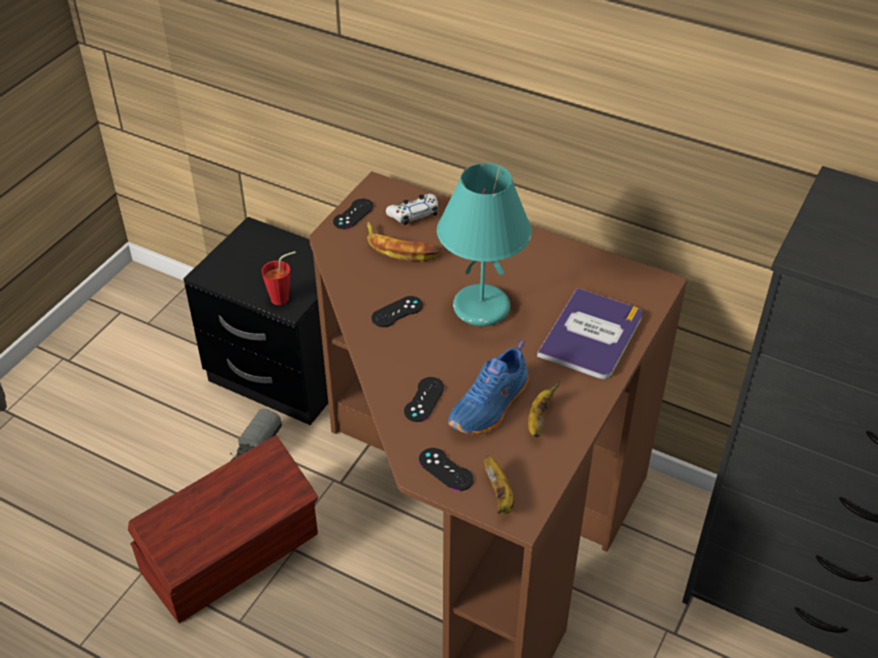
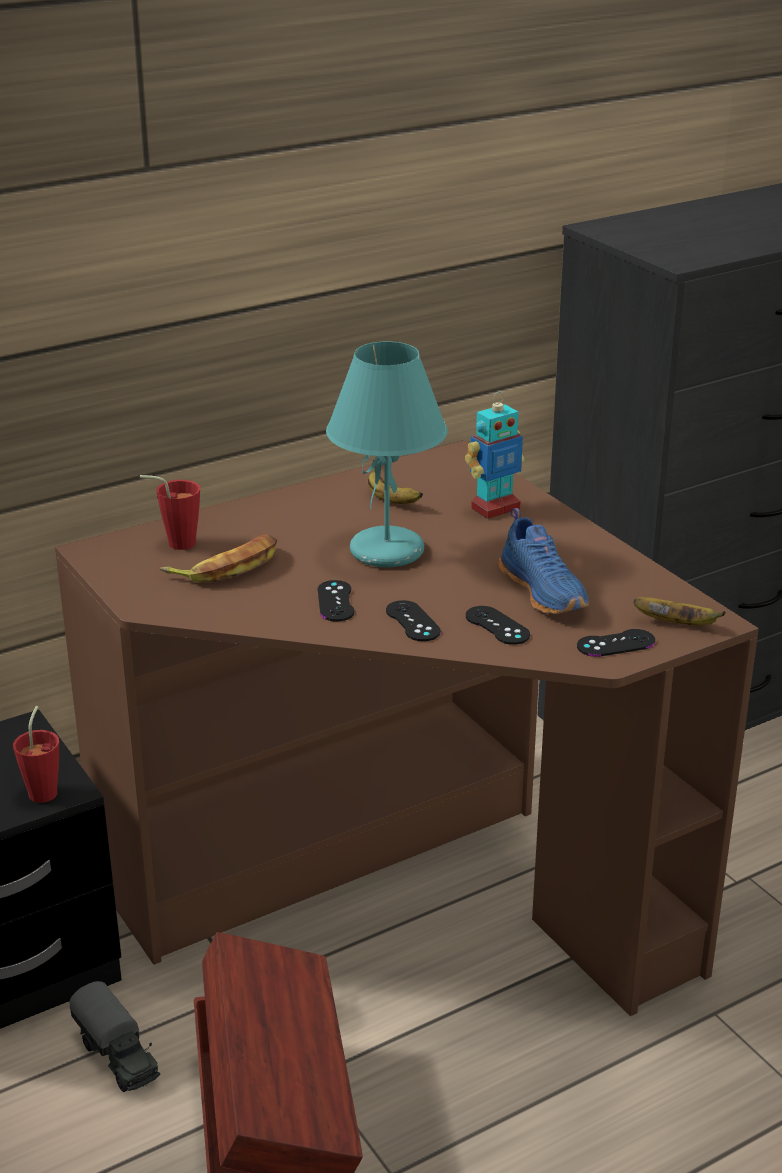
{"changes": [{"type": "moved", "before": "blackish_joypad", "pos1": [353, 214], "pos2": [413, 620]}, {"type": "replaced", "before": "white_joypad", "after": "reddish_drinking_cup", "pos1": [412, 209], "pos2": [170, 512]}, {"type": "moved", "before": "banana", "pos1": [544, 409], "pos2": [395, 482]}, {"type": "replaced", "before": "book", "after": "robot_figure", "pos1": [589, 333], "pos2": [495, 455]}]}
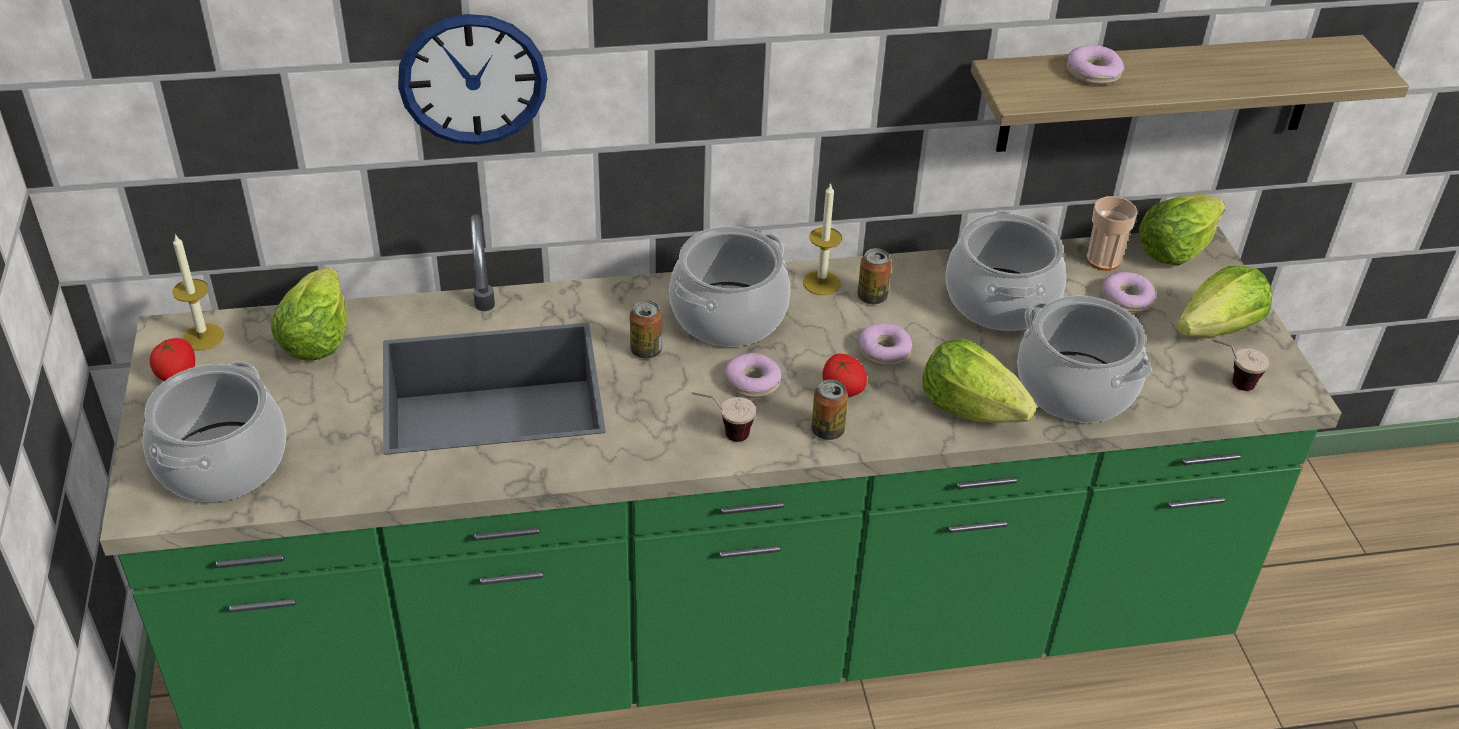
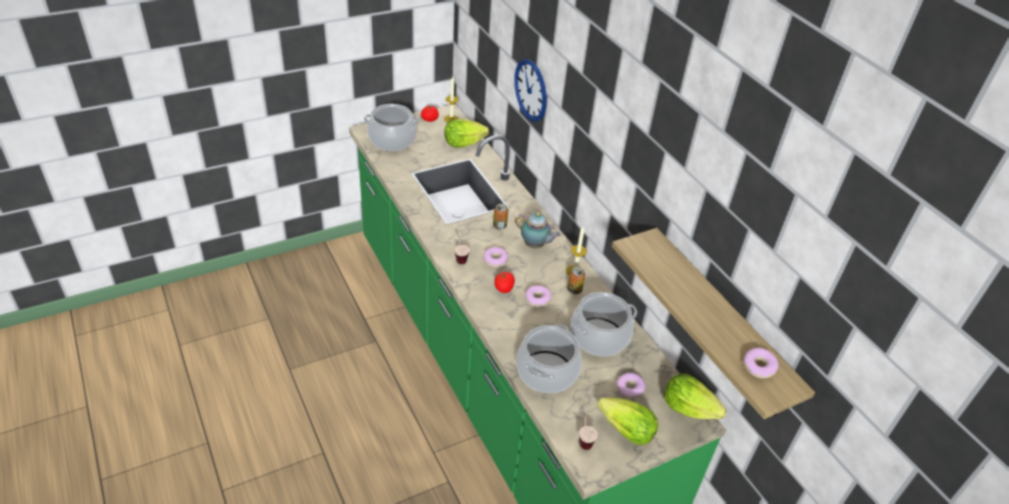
{"changes": [{"type": "replaced", "before": "saucepot", "after": "tea_pot", "pos1": [729, 286], "pos2": [538, 230]}, {"type": "removed", "before": "can", "pos1": [829, 409]}, {"type": "removed", "before": "head_of_lettuce", "pos1": [979, 381]}, {"type": "moved", "before": "doughnut", "pos1": [1095, 64], "pos2": [761, 363]}, {"type": "removed", "before": "drinking_cup", "pos1": [1112, 233]}]}
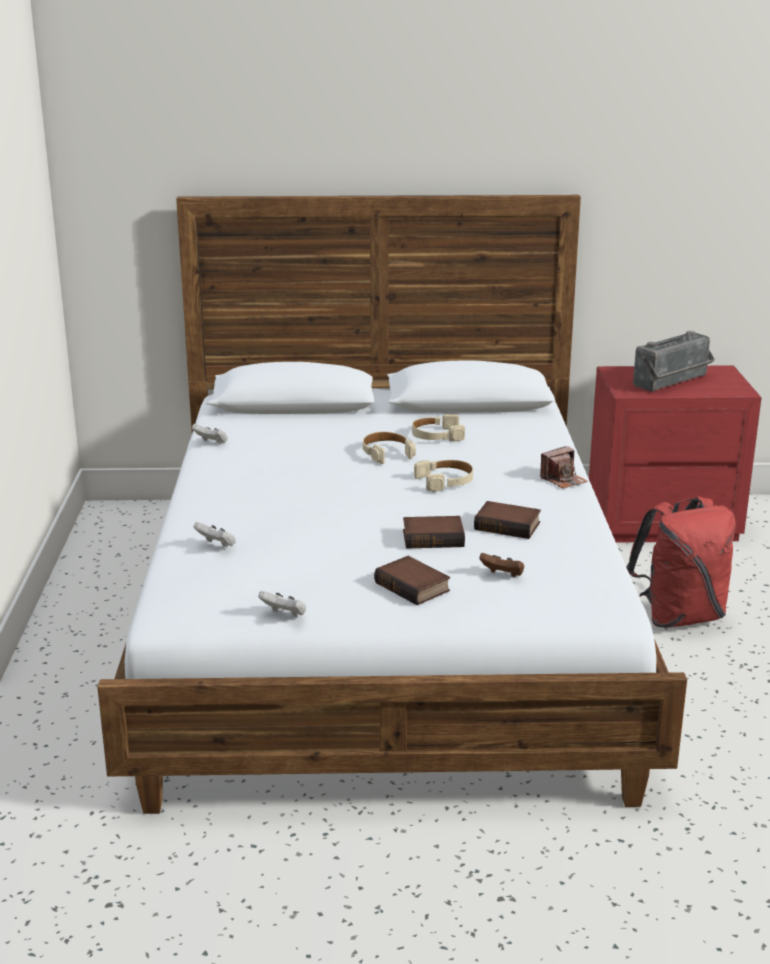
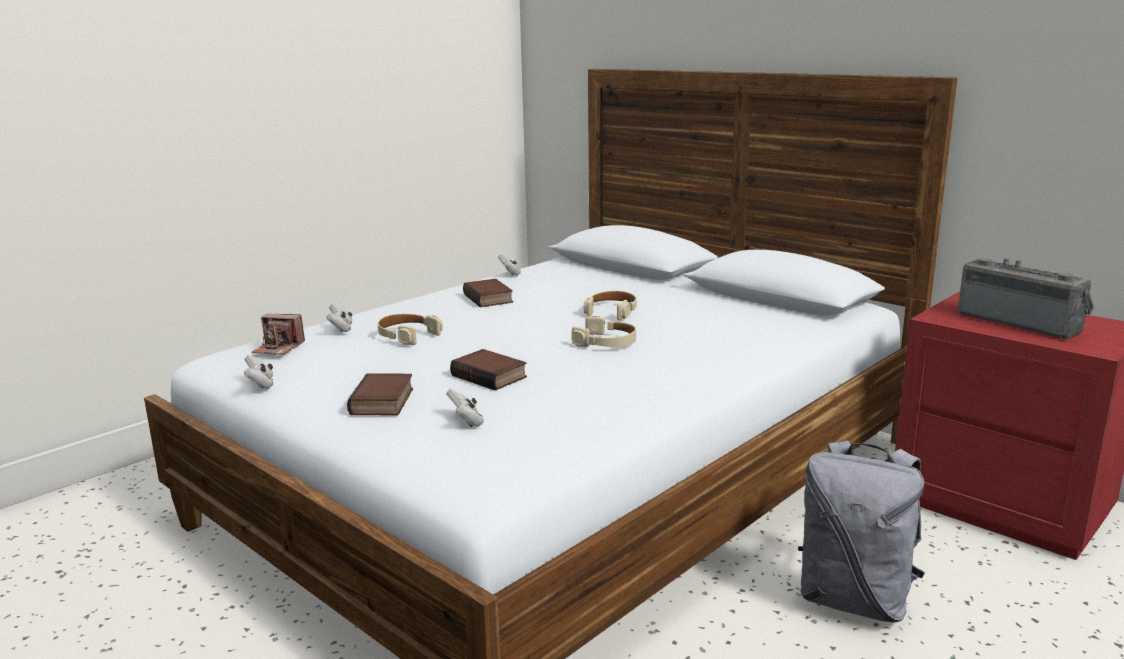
{"changes": [{"type": "moved", "before": "beige-coloured_headphones", "pos1": [438, 427], "pos2": [410, 329]}, {"type": "moved", "before": "book", "pos1": [507, 520], "pos2": [488, 293]}, {"type": "recoloured", "before": "brown-coloured_joypad", "after": "white_joypad", "pos1": [502, 565], "pos2": [465, 408]}, {"type": "moved", "before": "still_camera", "pos1": [564, 467], "pos2": [278, 334]}, {"type": "recoloured", "before": "reddish_knapsack", "after": "greyish_knapsack", "pos1": [681, 562], "pos2": [861, 532]}, {"type": "turned", "before": "radio_set", "pos1": [674, 361], "pos2": [1026, 298], "turn": -135}]}
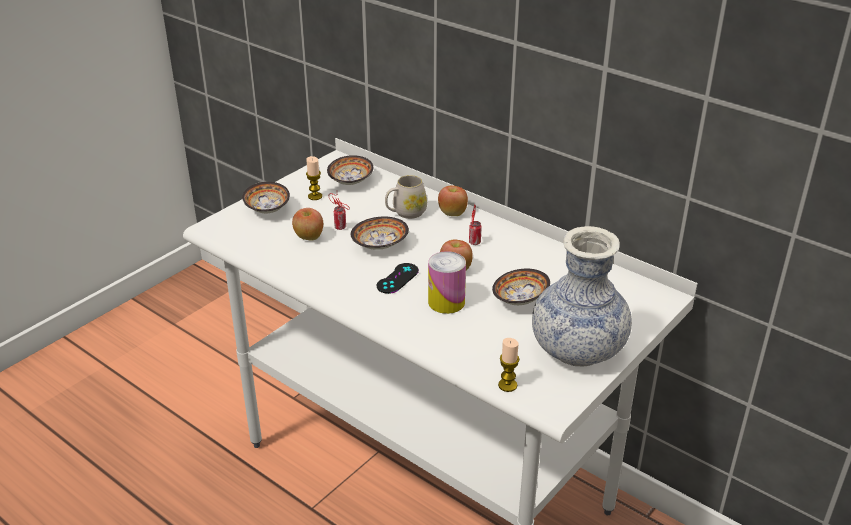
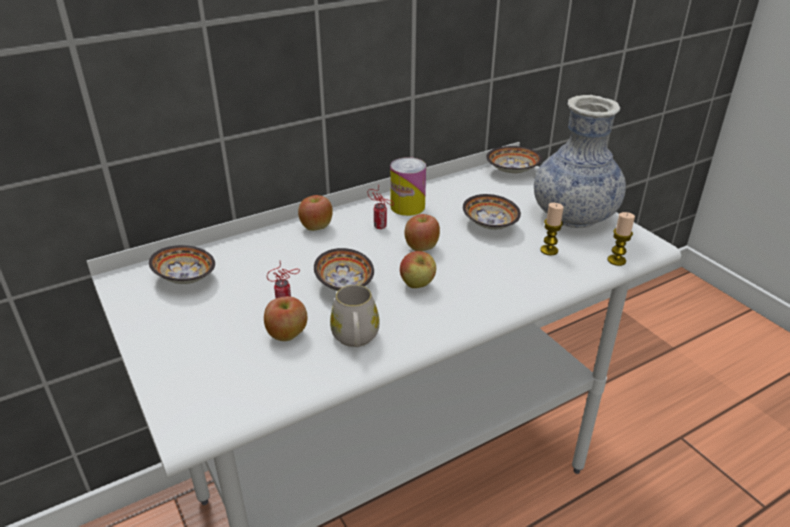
{"changes": [{"type": "moved", "before": "deep_dish", "pos1": [266, 197], "pos2": [514, 159]}, {"type": "moved", "before": "wax_candle", "pos1": [314, 178], "pos2": [552, 229]}, {"type": "replaced", "before": "blackish_joypad", "after": "apple", "pos1": [398, 278], "pos2": [418, 269]}, {"type": "moved", "before": "white_tea_mug", "pos1": [406, 197], "pos2": [355, 316]}, {"type": "moved", "before": "can", "pos1": [447, 282], "pos2": [408, 186]}]}
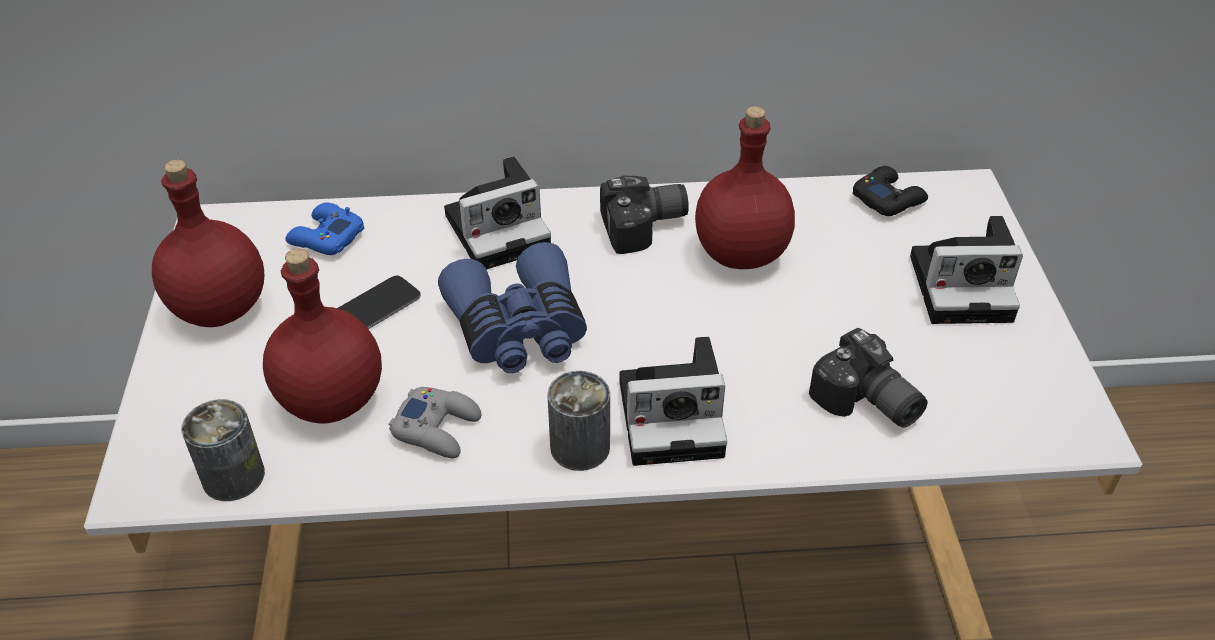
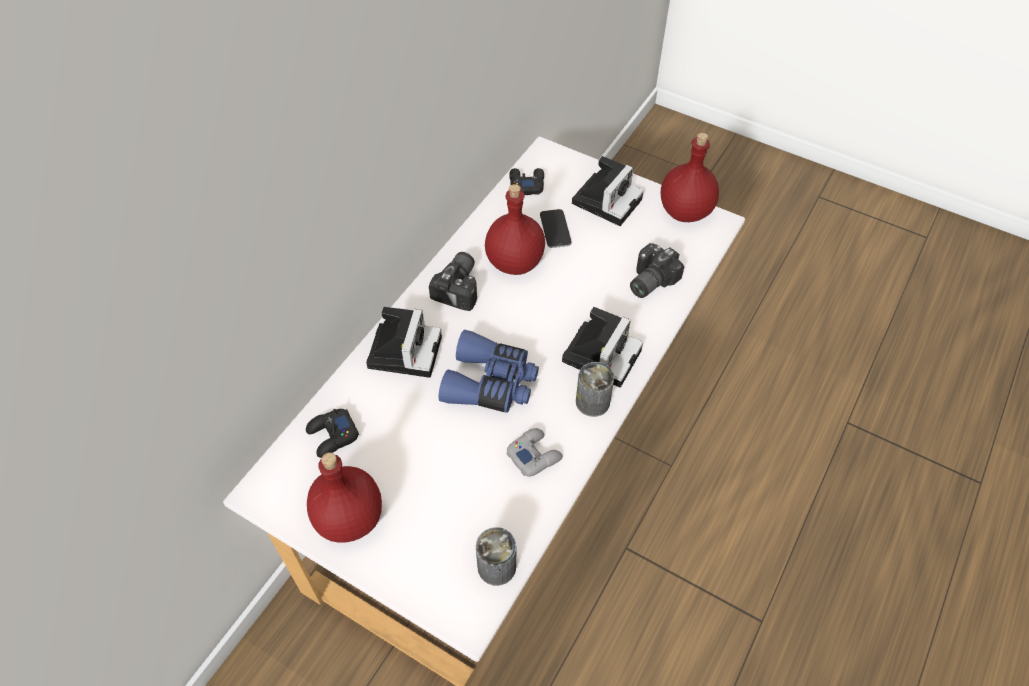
{"changes": [{"type": "moved", "before": "reddish_drink_bottle", "pos1": [322, 336], "pos2": [690, 177]}, {"type": "recoloured", "before": "bluish_joypad", "after": "blackish_joypad", "pos1": [324, 228], "pos2": [332, 433]}, {"type": "moved", "before": "telephone", "pos1": [379, 302], "pos2": [556, 228]}, {"type": "turned", "before": "still_camera", "pos1": [868, 378], "pos2": [657, 270], "turn": 135}]}
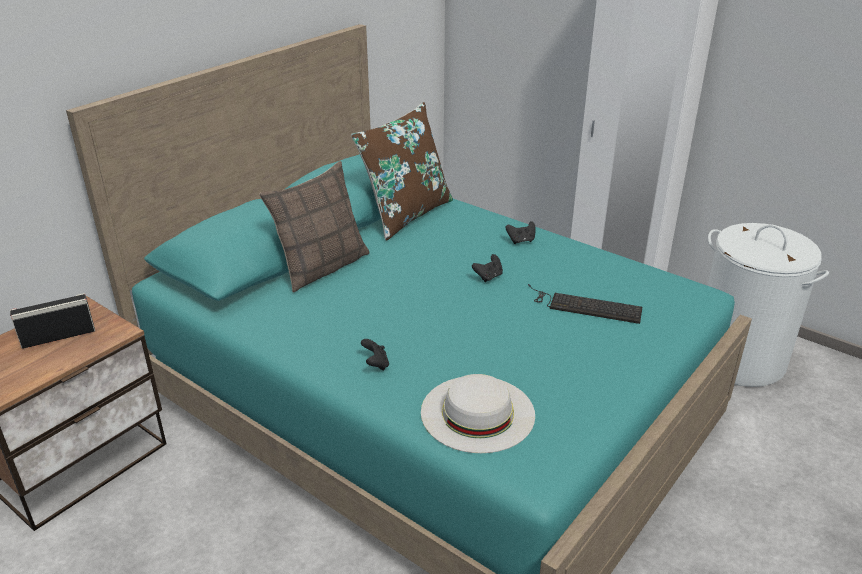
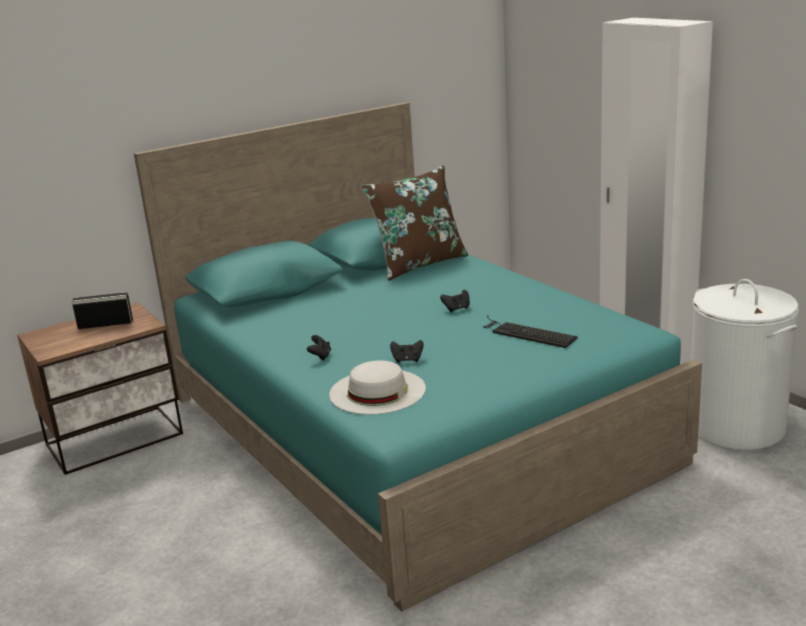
{"changes": [{"type": "removed", "before": "cushion", "pos1": [314, 226]}, {"type": "moved", "before": "blackish_joypad", "pos1": [521, 232], "pos2": [407, 351]}]}
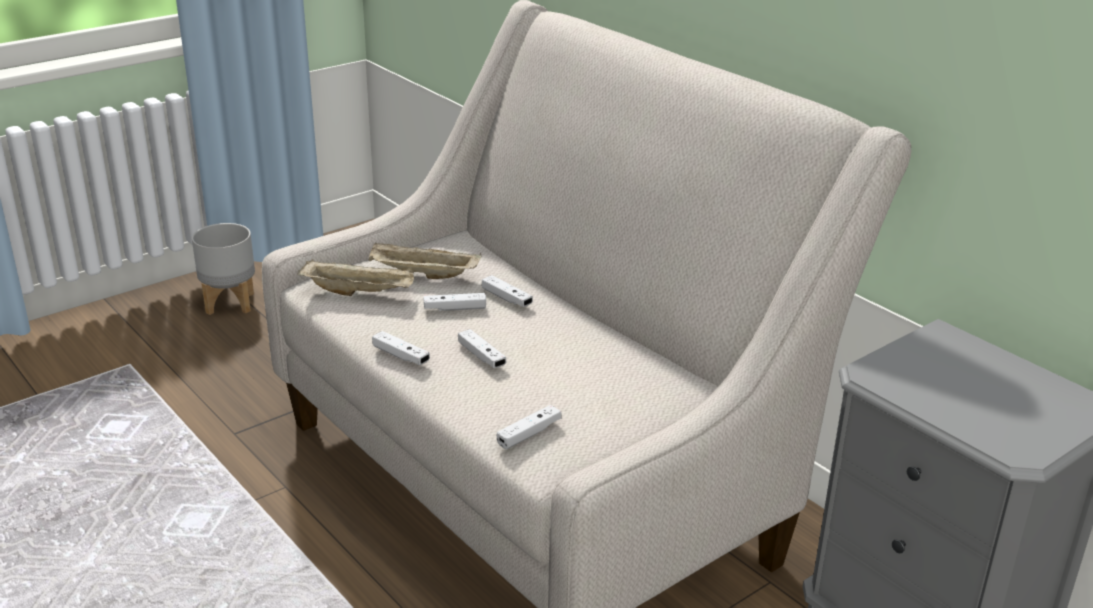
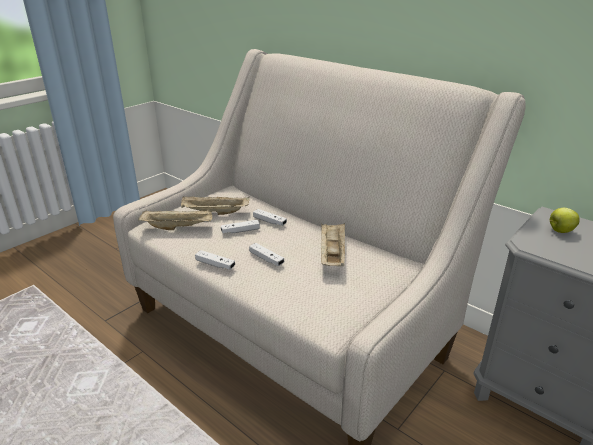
{"changes": [{"type": "removed", "before": "greyish_flower_pot", "pos1": [223, 269]}, {"type": "removed", "before": "white_joypad", "pos1": [529, 427]}, {"type": "added", "after": "beige-coloured_serving_tray", "pos2": [333, 244]}, {"type": "added", "after": "apple", "pos2": [564, 220]}]}
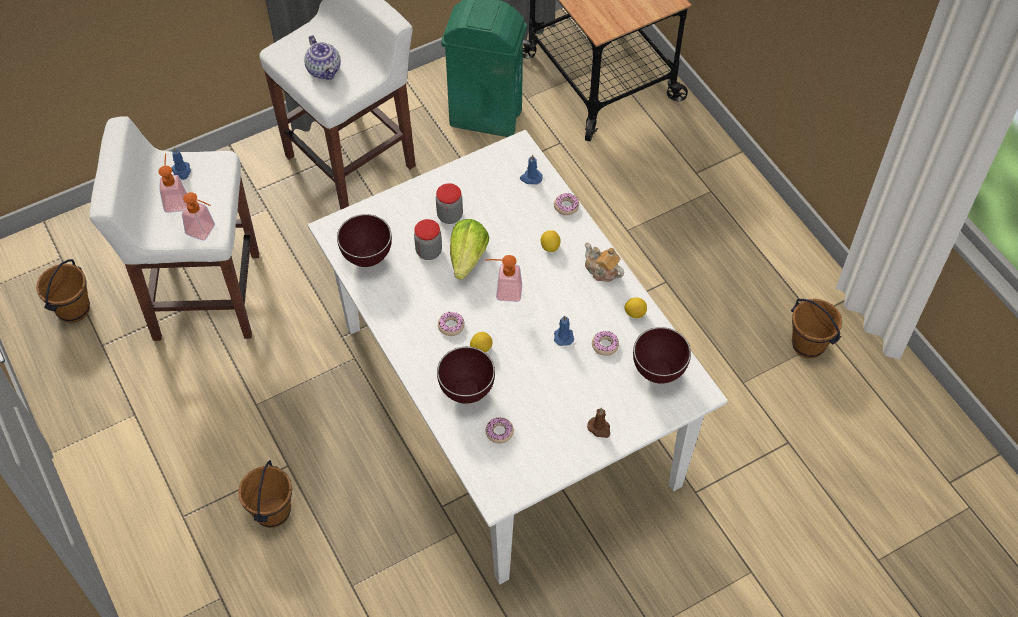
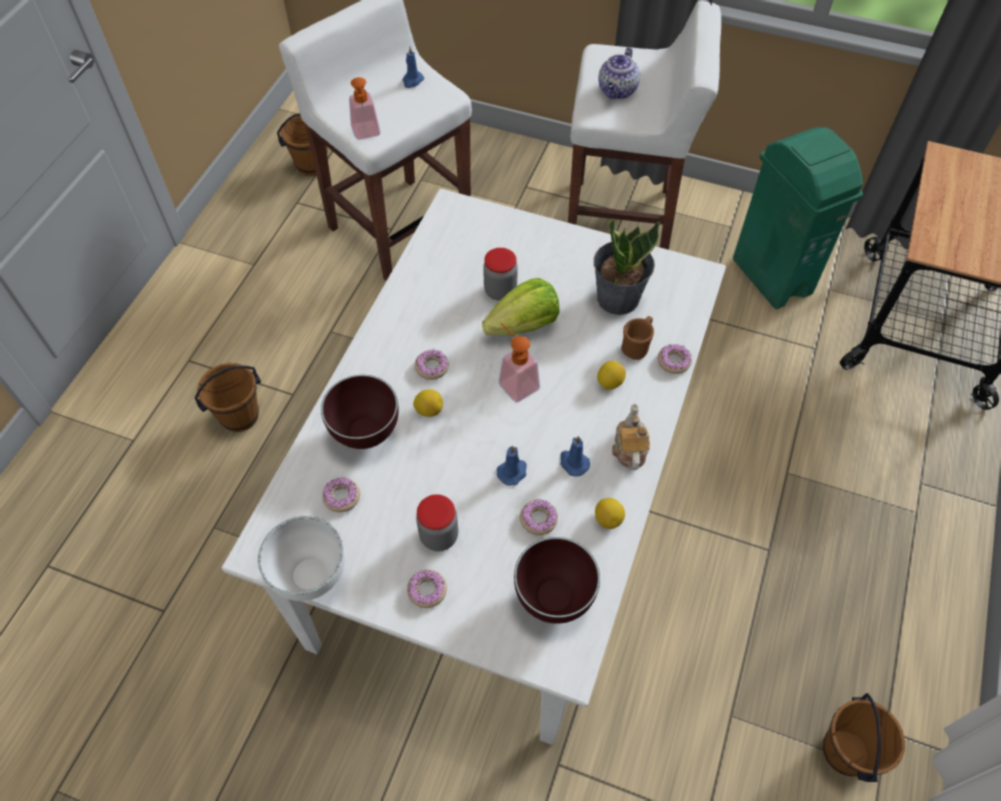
{"changes": [{"type": "removed", "before": "soap_bottle", "pos1": [172, 183]}, {"type": "removed", "before": "brown-coloured_deep_dish", "pos1": [364, 240]}, {"type": "moved", "before": "jar", "pos1": [449, 203], "pos2": [437, 522]}, {"type": "moved", "before": "bluish_wax_candle", "pos1": [531, 169], "pos2": [575, 456]}, {"type": "replaced", "before": "brown-coloured_wax_candle", "after": "doughnut", "pos1": [598, 423], "pos2": [427, 589]}, {"type": "added", "after": "white_deep_dish", "pos2": [301, 558]}, {"type": "added", "after": "plant_in_a_pot", "pos2": [627, 267]}, {"type": "added", "after": "brown-coloured_tea_mug", "pos2": [637, 338]}]}
